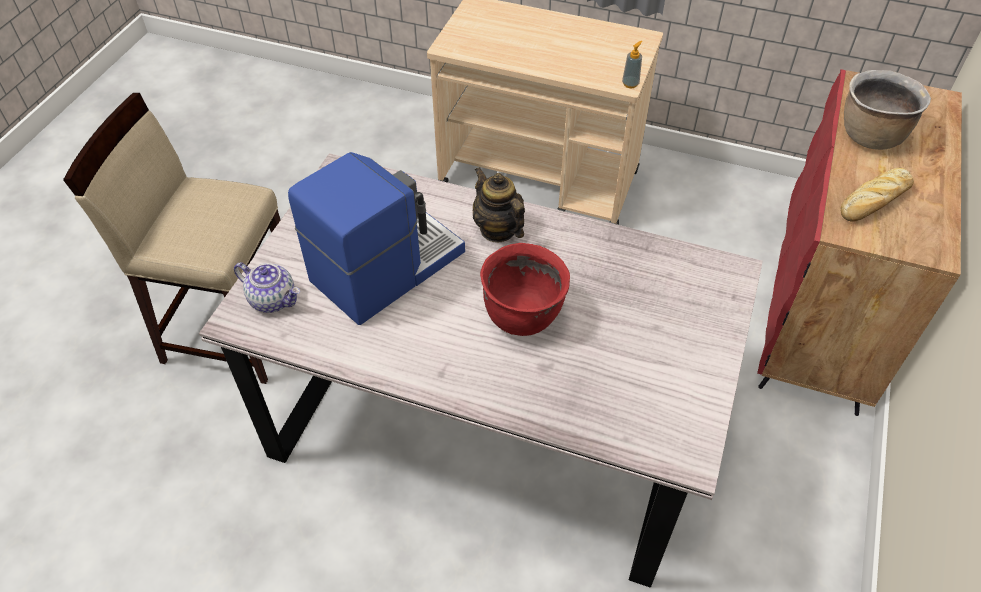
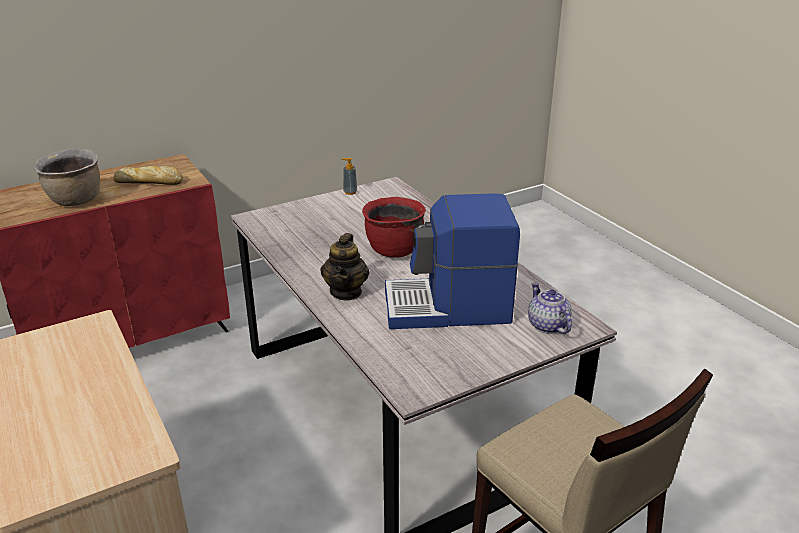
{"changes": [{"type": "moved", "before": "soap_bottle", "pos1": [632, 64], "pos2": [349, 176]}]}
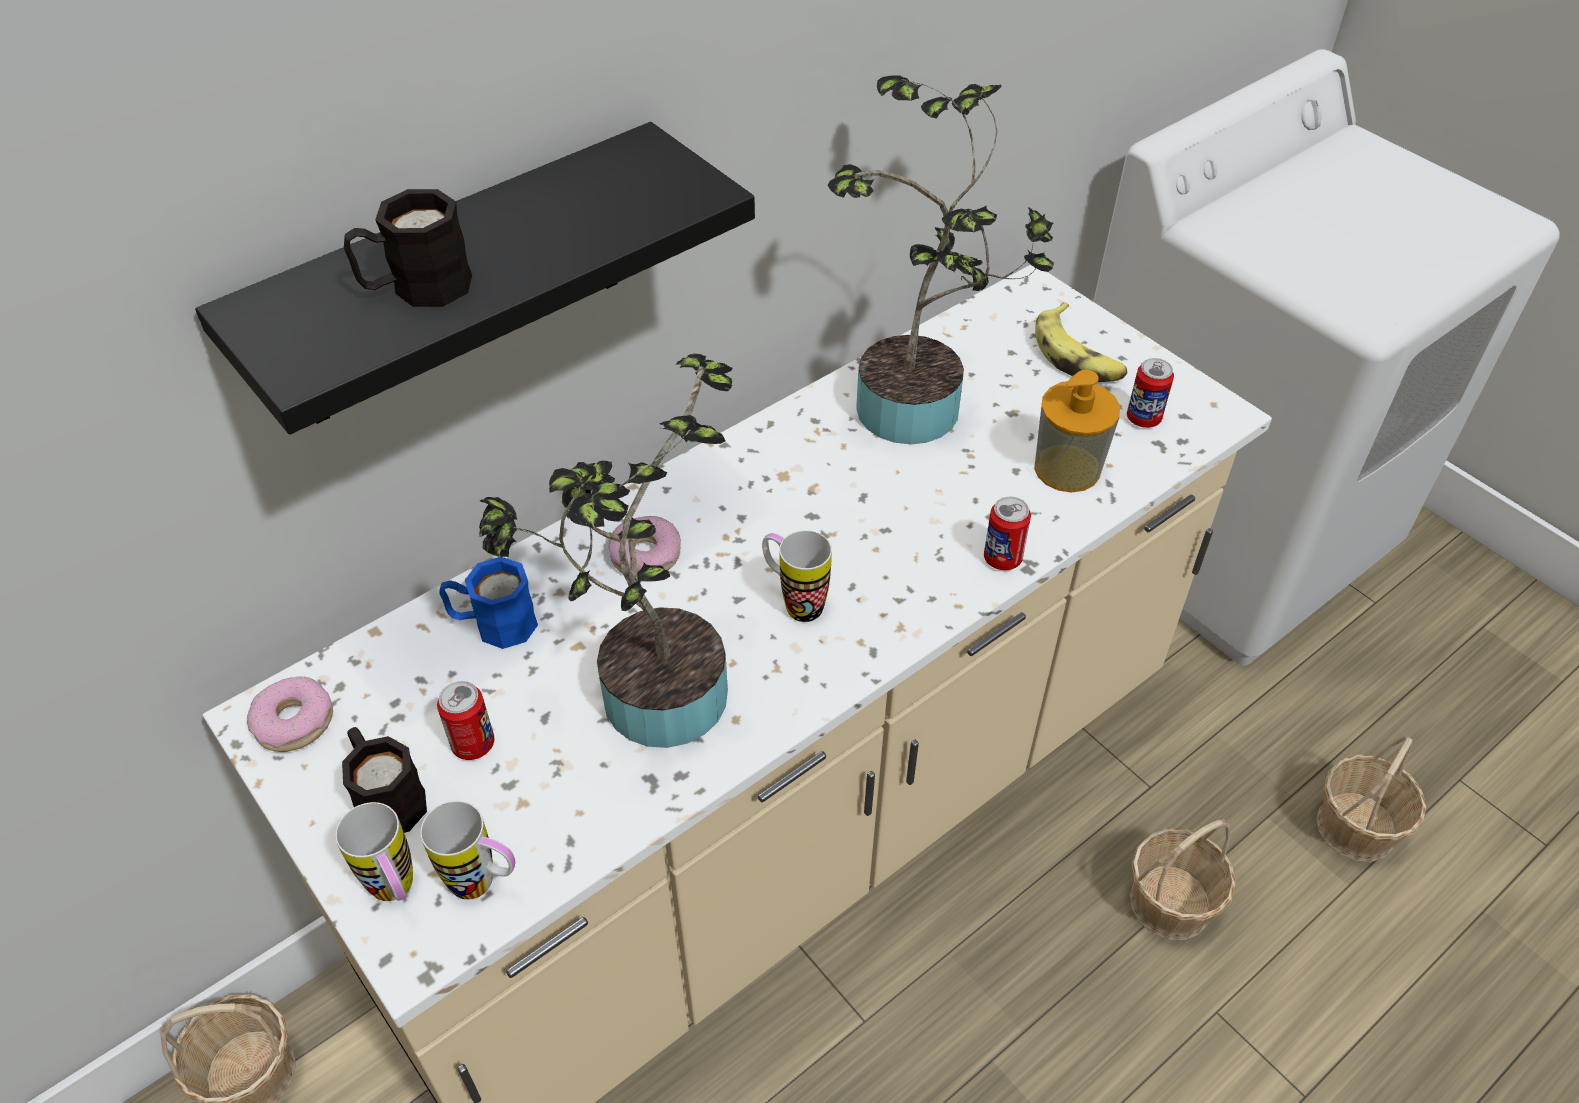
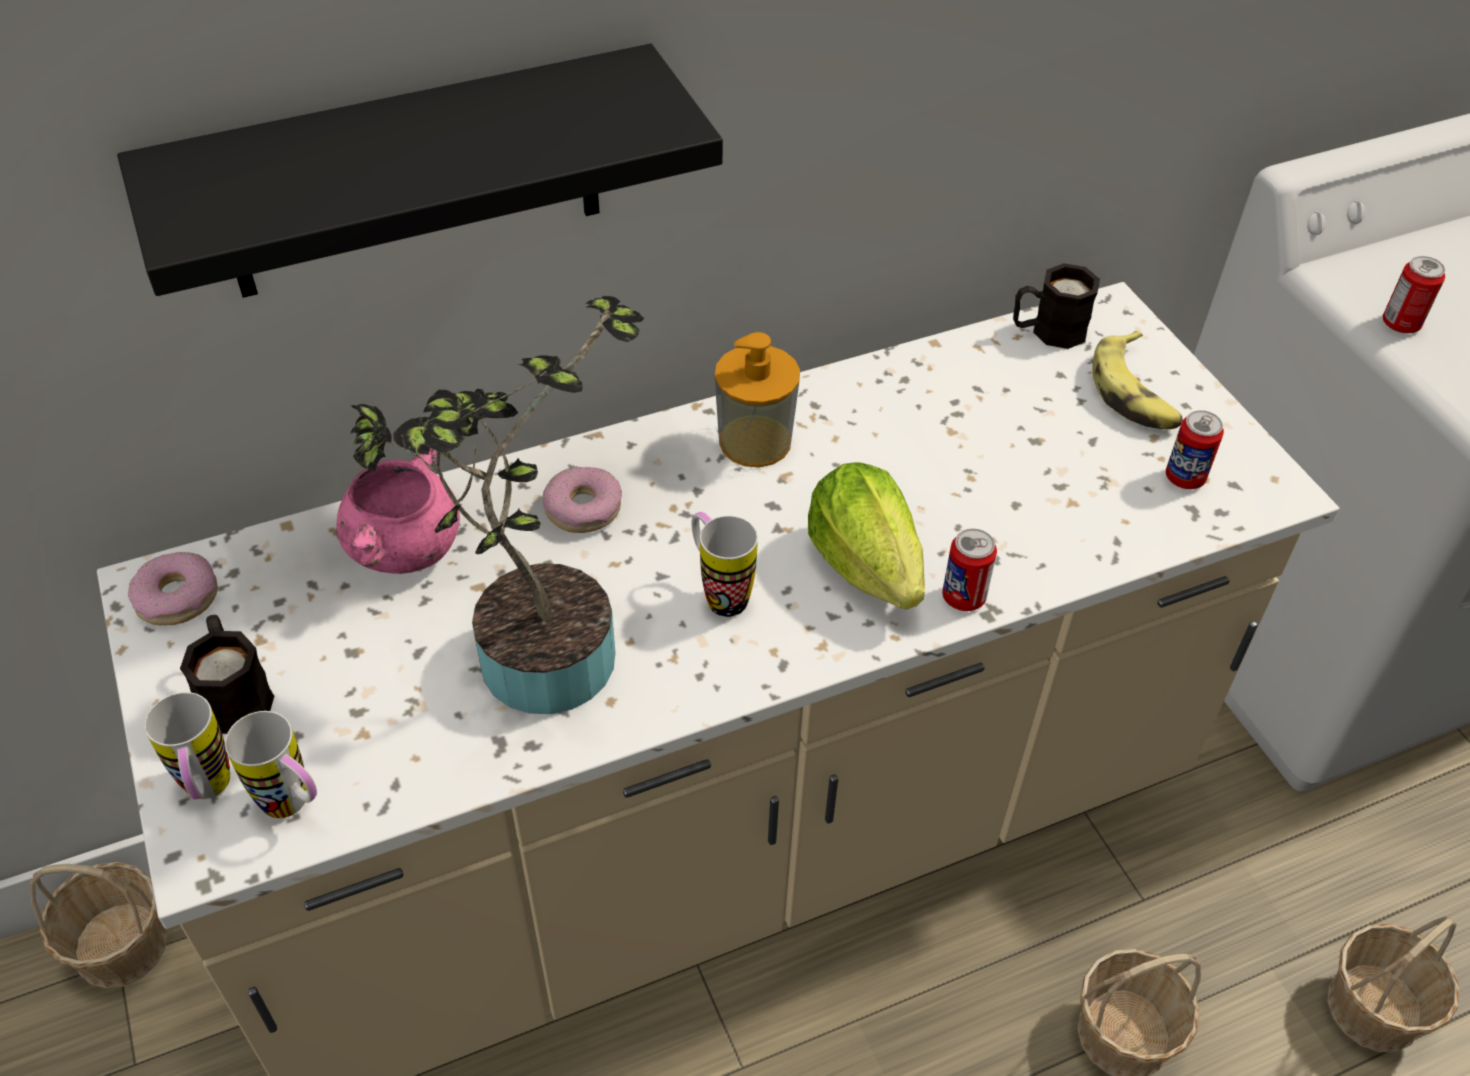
{"changes": [{"type": "moved", "before": "blackish_tea_mug", "pos1": [408, 248], "pos2": [1056, 306]}, {"type": "moved", "before": "can", "pos1": [465, 720], "pos2": [1414, 294]}, {"type": "replaced", "before": "bluish_tea_mug", "after": "pinkish_saucepot", "pos1": [488, 603], "pos2": [398, 511]}, {"type": "removed", "before": "plant_in_a_pot", "pos1": [941, 259]}, {"type": "moved", "before": "soap_bottle", "pos1": [1077, 431], "pos2": [757, 399]}, {"type": "added", "after": "head_of_lettuce", "pos2": [866, 536]}]}
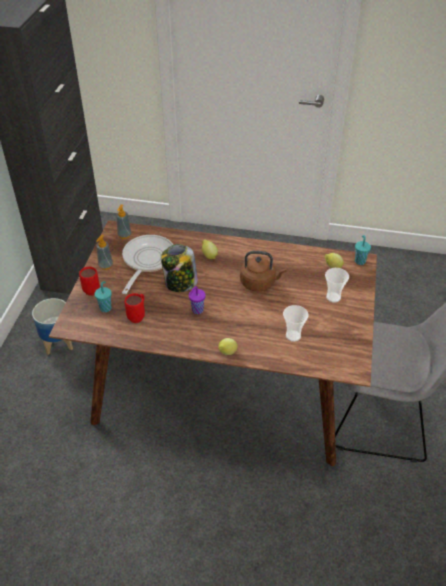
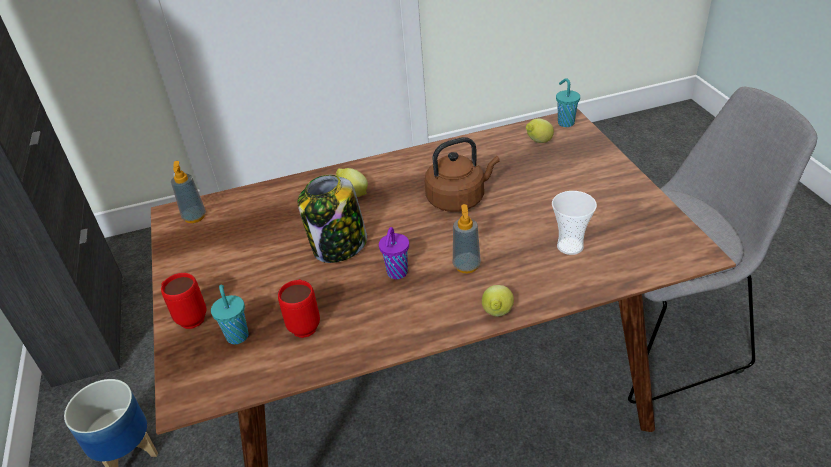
{"changes": [{"type": "moved", "before": "soap_bottle", "pos1": [104, 252], "pos2": [467, 238]}, {"type": "removed", "before": "frying_pan", "pos1": [147, 264]}, {"type": "removed", "before": "drinking_cup", "pos1": [337, 285]}]}
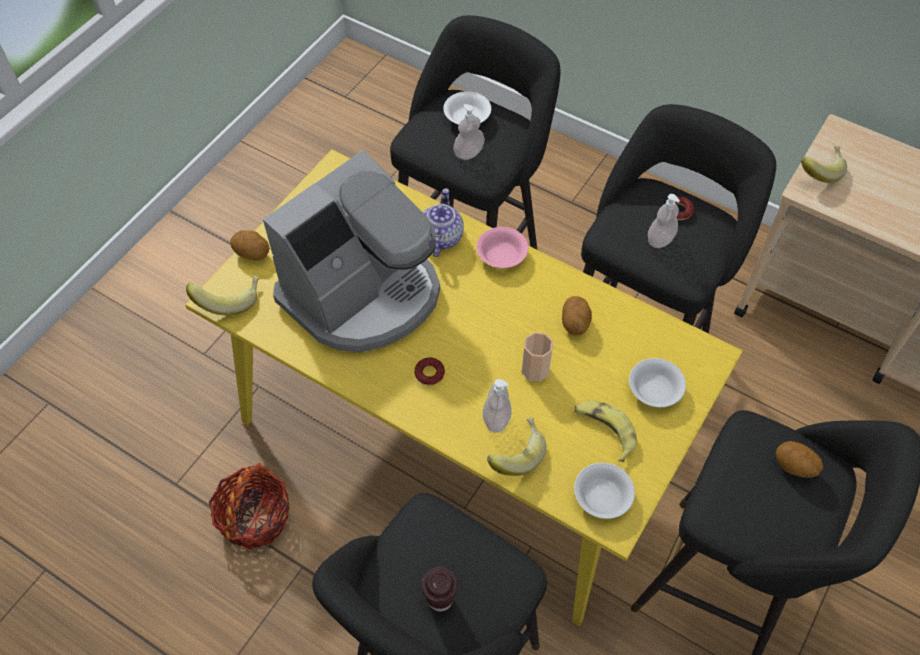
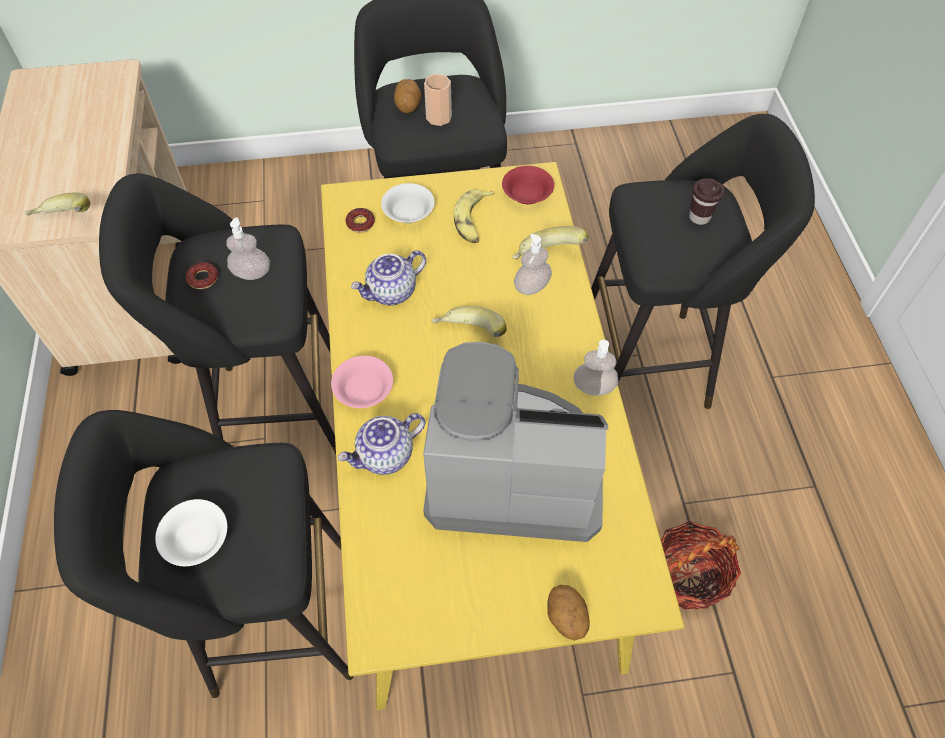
{"changes": [{"type": "moved", "before": "banana", "pos1": [223, 295], "pos2": [469, 321]}, {"type": "moved", "before": "doughnut", "pos1": [429, 371], "pos2": [360, 220]}, {"type": "moved", "before": "soap_bottle", "pos1": [469, 132], "pos2": [595, 368]}, {"type": "moved", "before": "drinking_cup", "pos1": [537, 357], "pos2": [438, 100]}, {"type": "replaced", "before": "potato", "after": "tea_pot", "pos1": [577, 315], "pos2": [388, 277]}, {"type": "recoloured", "before": "white_deep_dish", "after": "reddish_deep_dish", "pos1": [604, 491], "pos2": [528, 185]}]}
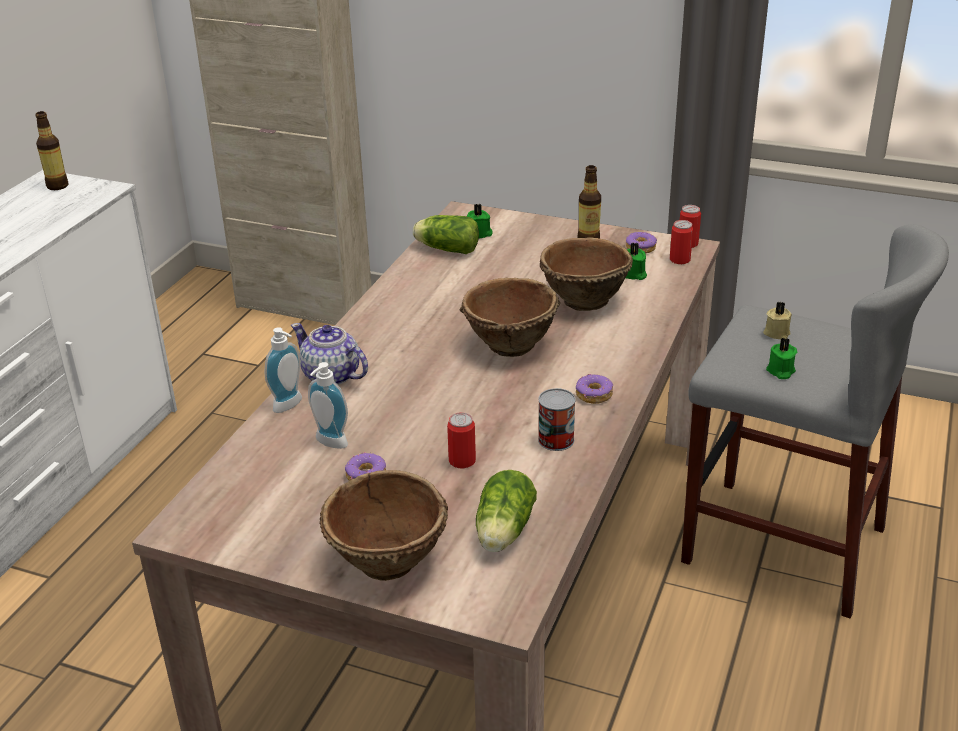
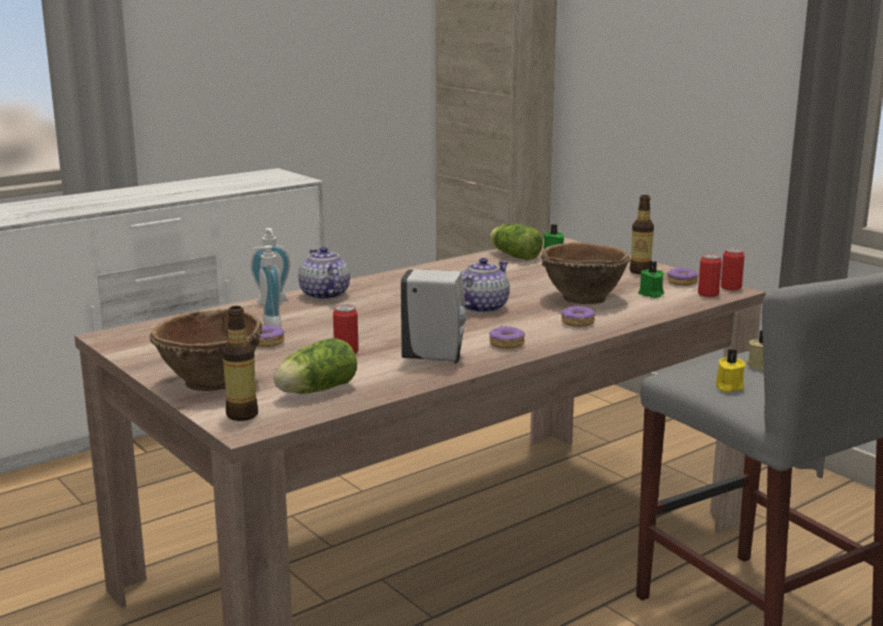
{"changes": [{"type": "moved", "before": "drink_bottle", "pos1": [51, 150], "pos2": [240, 363]}, {"type": "replaced", "before": "brown-coloured_deep_dish", "after": "tea_pot", "pos1": [509, 317], "pos2": [486, 285]}, {"type": "replaced", "before": "can", "after": "white_soap_bottle", "pos1": [557, 419], "pos2": [434, 316]}, {"type": "recoloured", "before": "greenish_wax_candle", "after": "yellow-coloured_wax_candle", "pos1": [781, 358], "pos2": [730, 370]}, {"type": "added", "after": "doughnut", "pos2": [578, 316]}]}
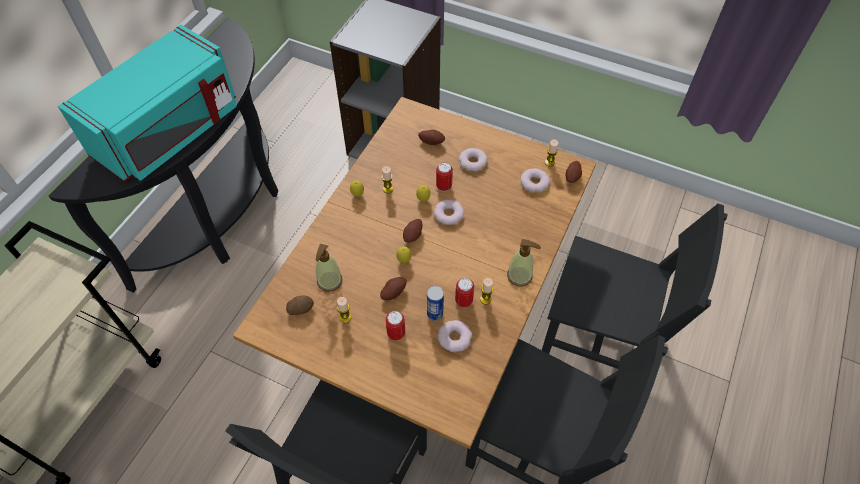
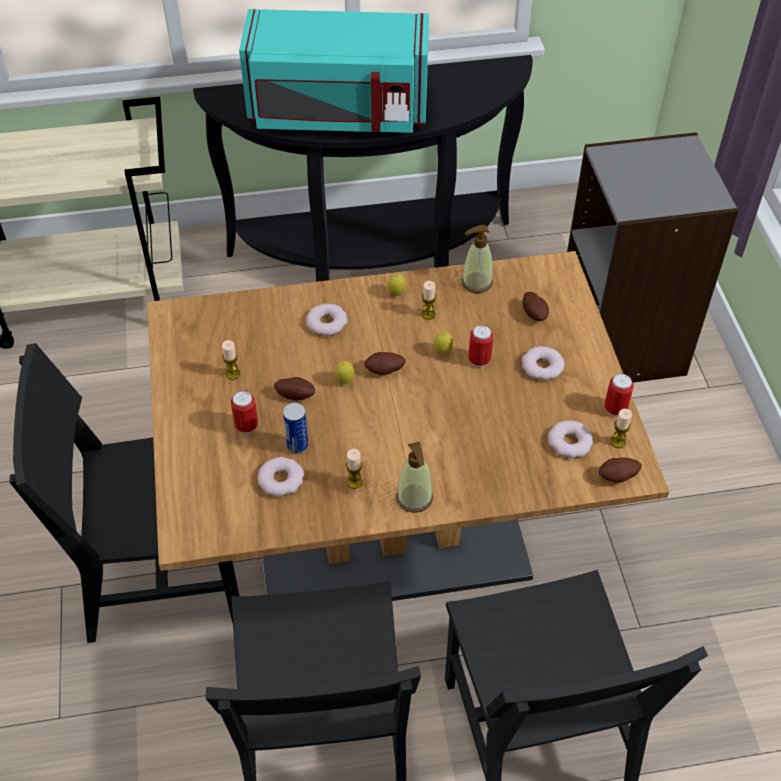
{"changes": [{"type": "removed", "before": "potato", "pos1": [300, 305]}, {"type": "moved", "before": "soap_bottle", "pos1": [329, 268], "pos2": [477, 259]}, {"type": "moved", "before": "doughnut", "pos1": [449, 212], "pos2": [327, 319]}, {"type": "moved", "before": "can", "pos1": [464, 292], "pos2": [619, 395]}]}
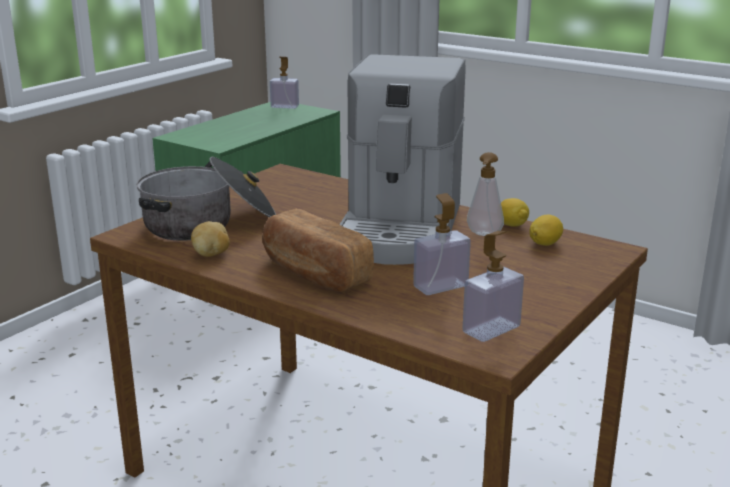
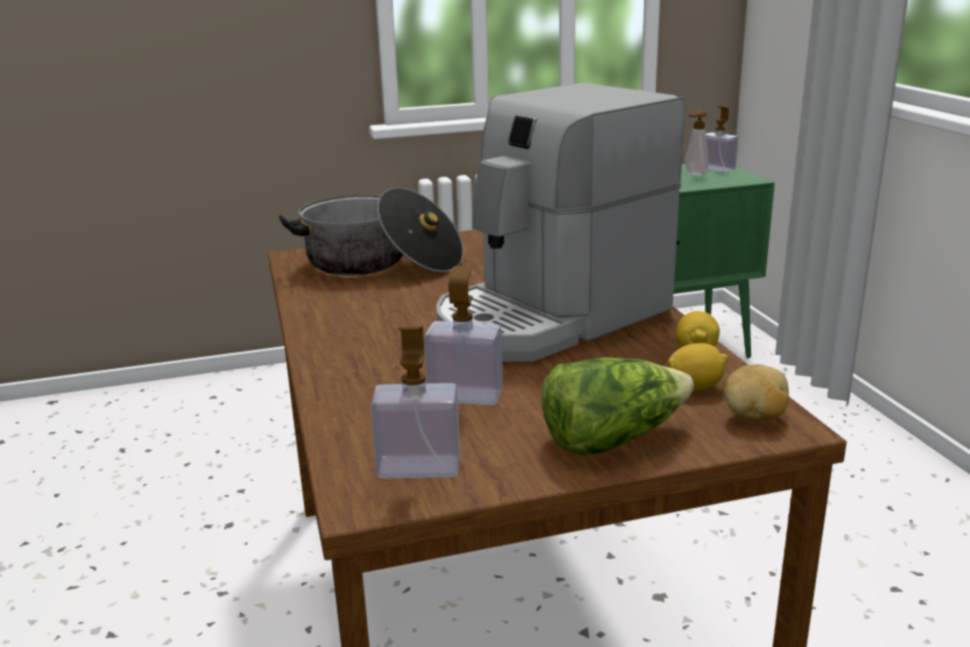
{"changes": [{"type": "moved", "before": "potato", "pos1": [210, 239], "pos2": [757, 392]}, {"type": "removed", "before": "bread", "pos1": [318, 250]}, {"type": "moved", "before": "soap_bottle", "pos1": [485, 194], "pos2": [697, 142]}, {"type": "added", "after": "head_of_lettuce", "pos2": [617, 406]}]}
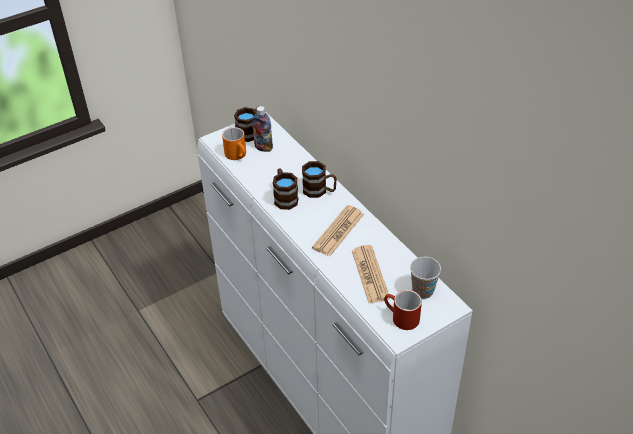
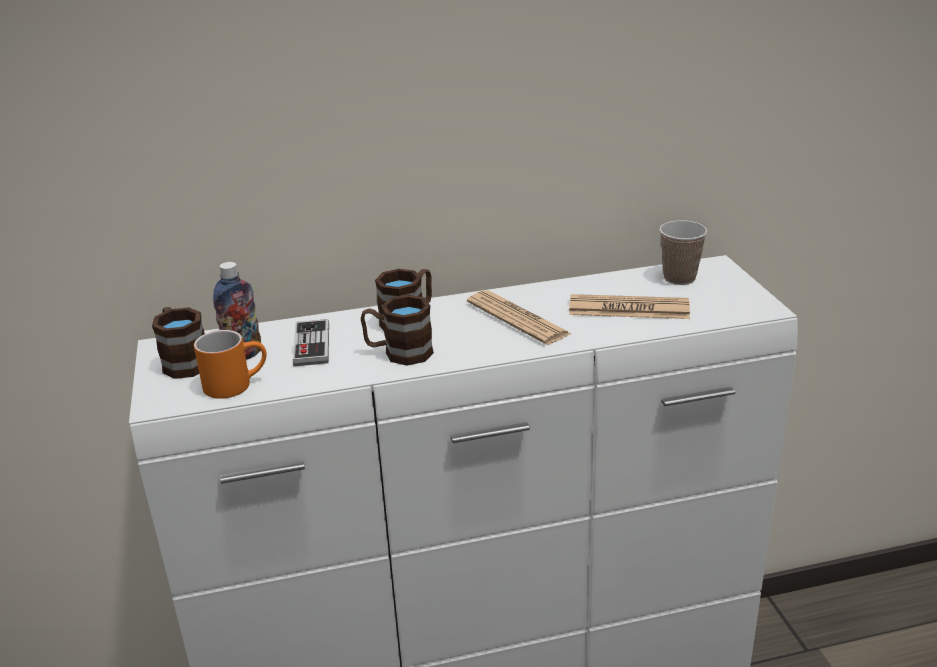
{"changes": [{"type": "removed", "before": "reddish_tea_mug", "pos1": [403, 310]}, {"type": "added", "after": "joypad", "pos2": [311, 342]}]}
